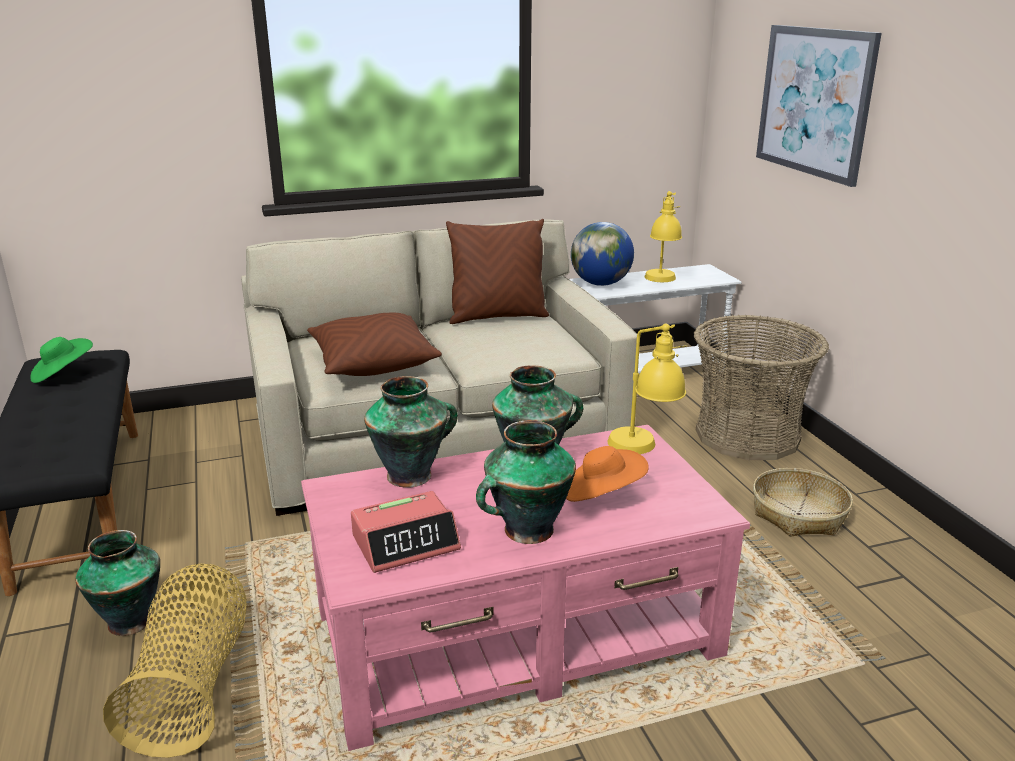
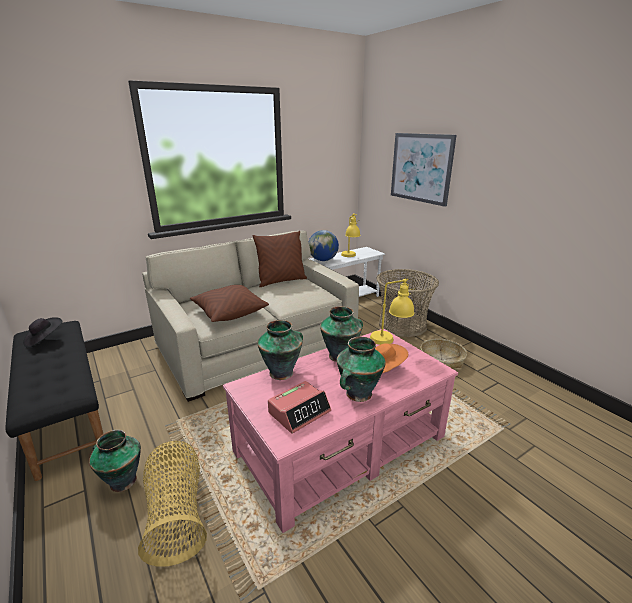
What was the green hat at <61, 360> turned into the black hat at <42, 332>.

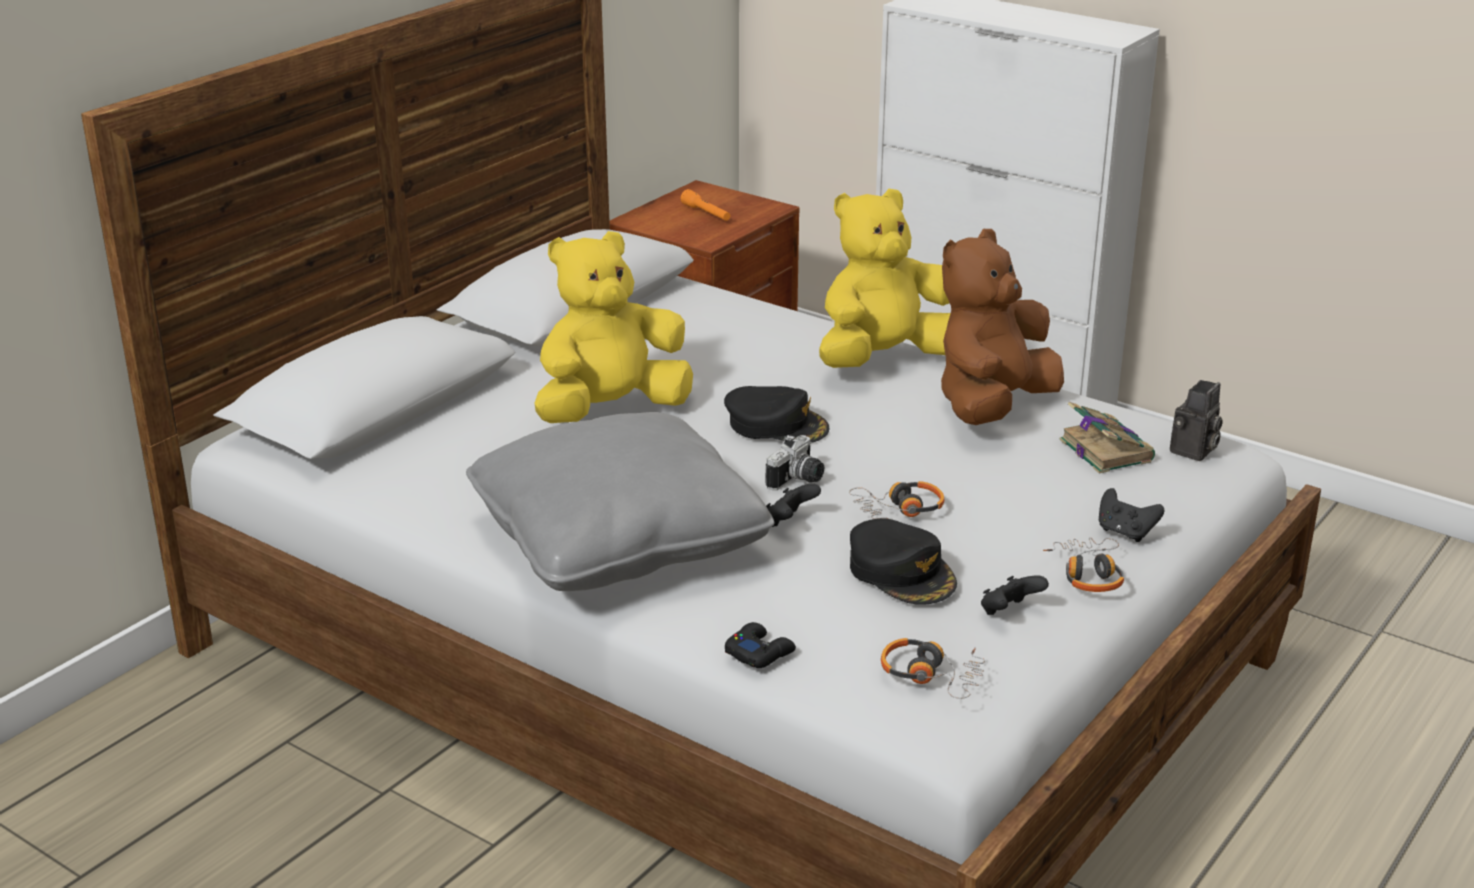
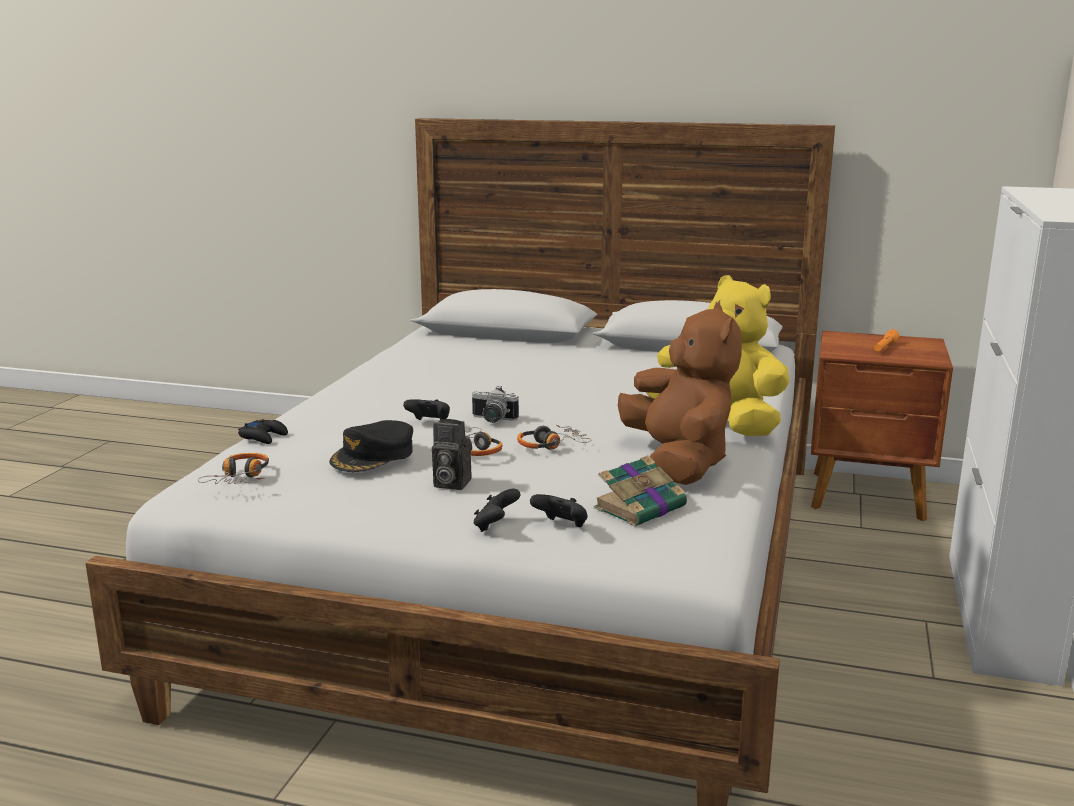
The second view lost the grey pillow at <620, 501>.
The second view lost the yellow plush toy at <614, 327>.
The second view lost the black cap at <776, 414>.
The brown plush toy at <1002, 327> ended up facing another way, 60 degrees clockwise from before.
The black game controller ended up elsewhere, having gone from <1015, 595> to <558, 510>.
The headphones ended up elsewhere, having gone from <1083, 564> to <554, 437>.
The photo camera ended up elsewhere, having gone from <1196, 420> to <452, 454>.

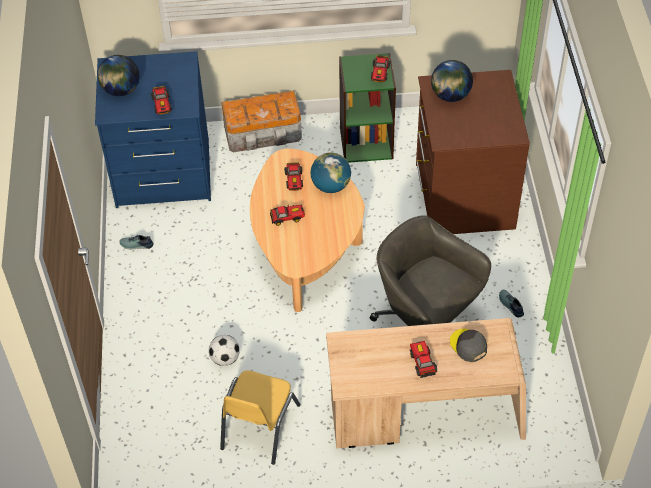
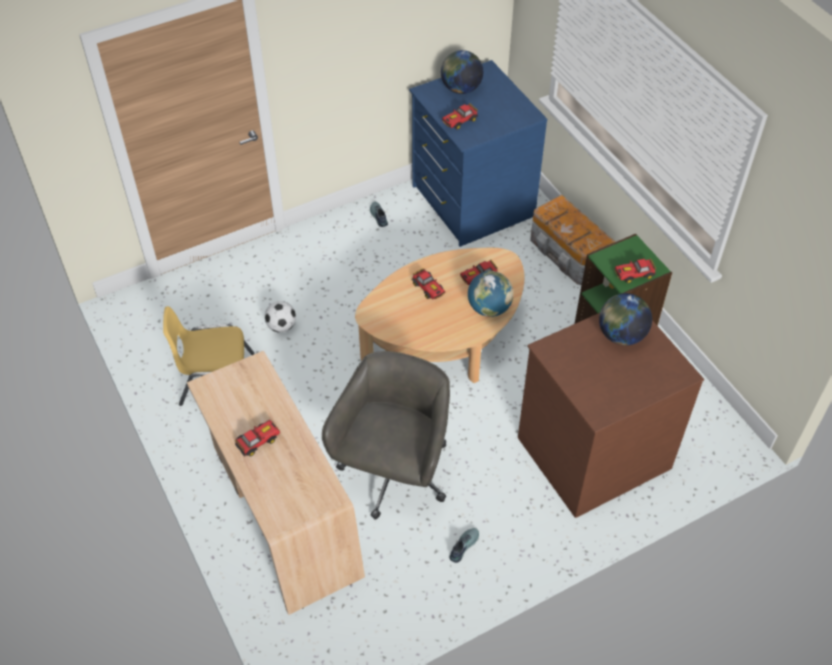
The second view lost the grey cap at <468, 345>.

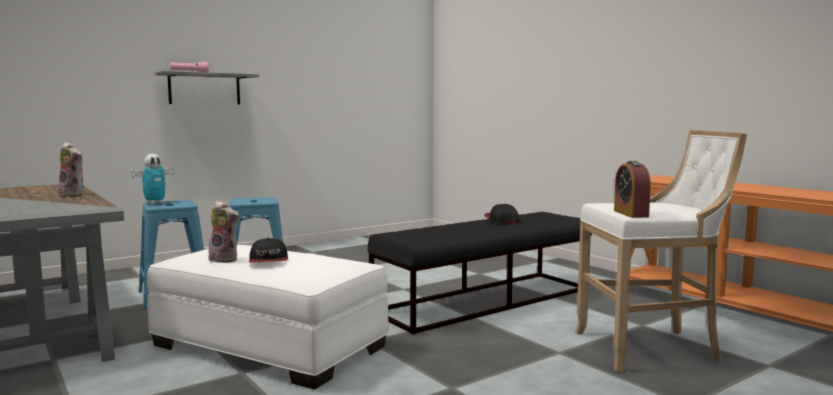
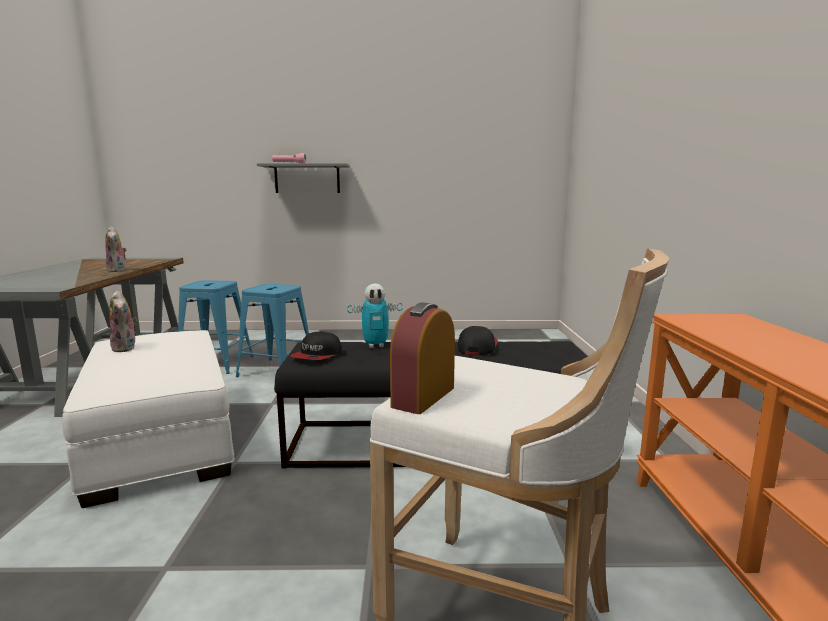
The toy robot ended up elsewhere, having gone from <153, 179> to <375, 315>.
The cap ended up elsewhere, having gone from <268, 250> to <316, 345>.

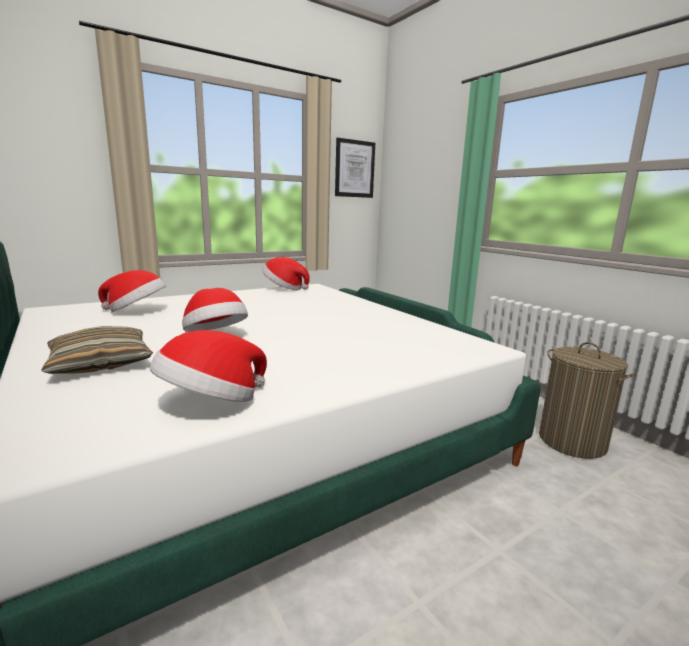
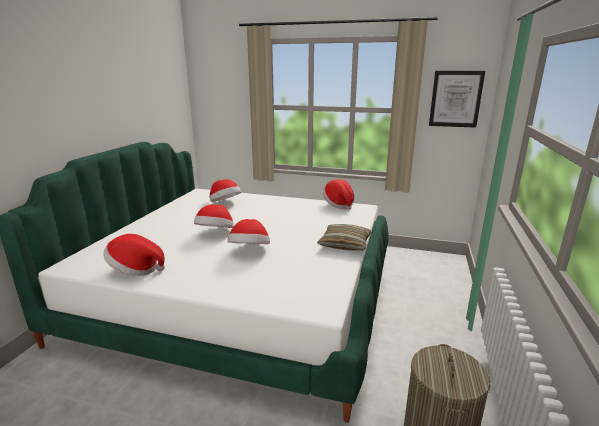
The pillow ended up elsewhere, having gone from <97, 350> to <344, 237>.
The second view gained the hat at <248, 231>.

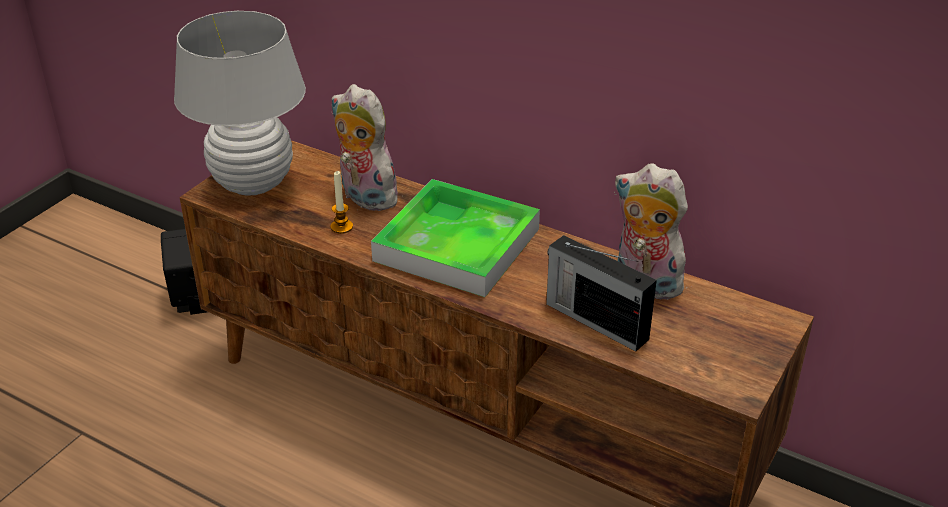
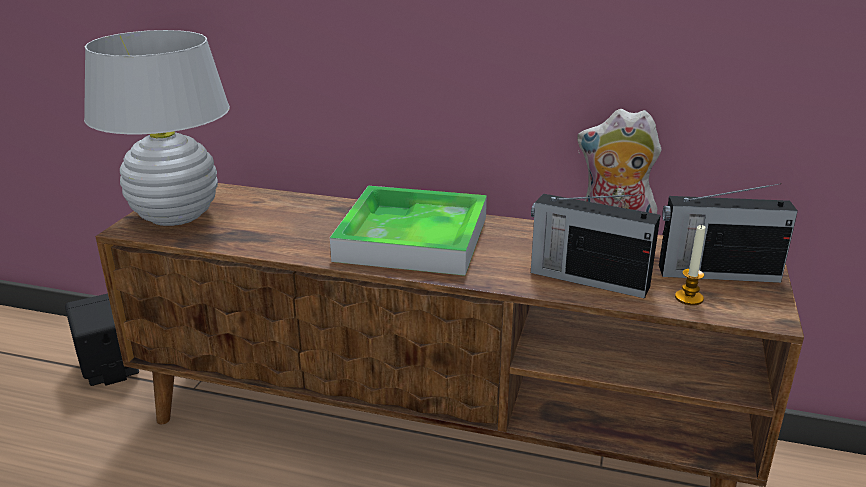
The candle ended up elsewhere, having gone from <341, 202> to <690, 265>.
The second view lost the plush toy at <366, 147>.
The second view gained the radio at <728, 233>.

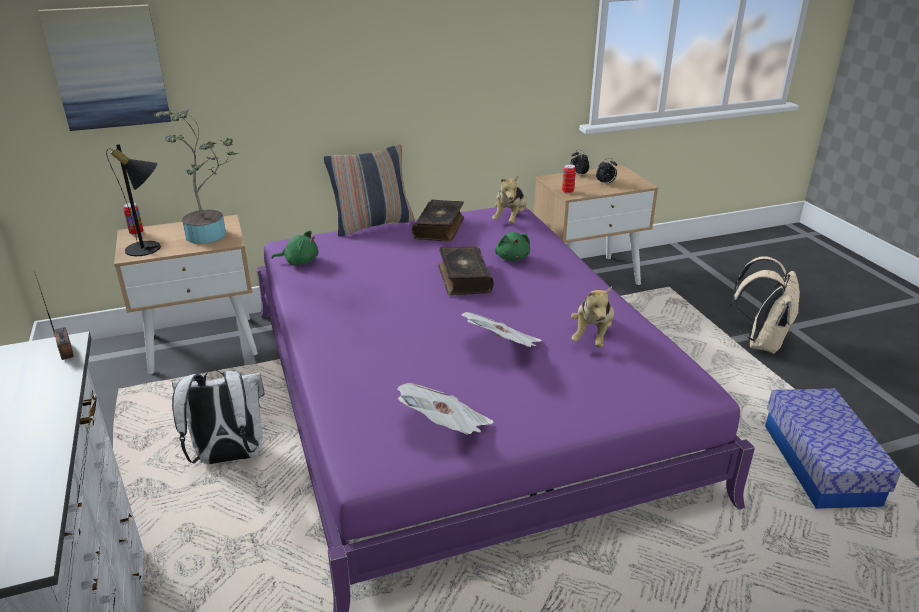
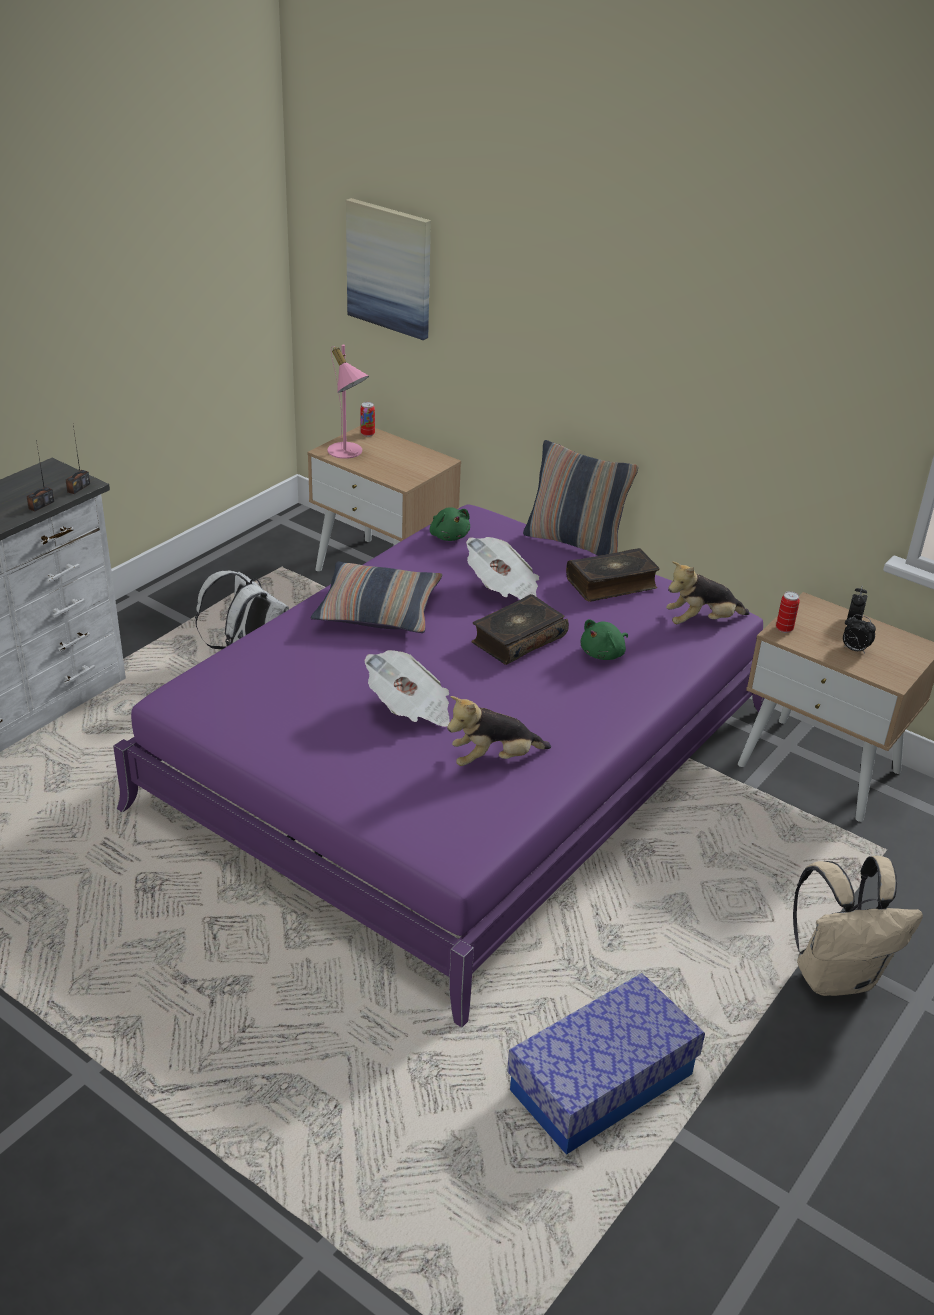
What was the black table lamp at <133, 200> turned into the pink table lamp at <348, 402>.
The second view lost the potted plant at <196, 176>.
The newspaper ended up elsewhere, having gone from <445, 409> to <502, 568>.
The second view gained the radio at <40, 476>.
The second view gained the pillow at <376, 597>.

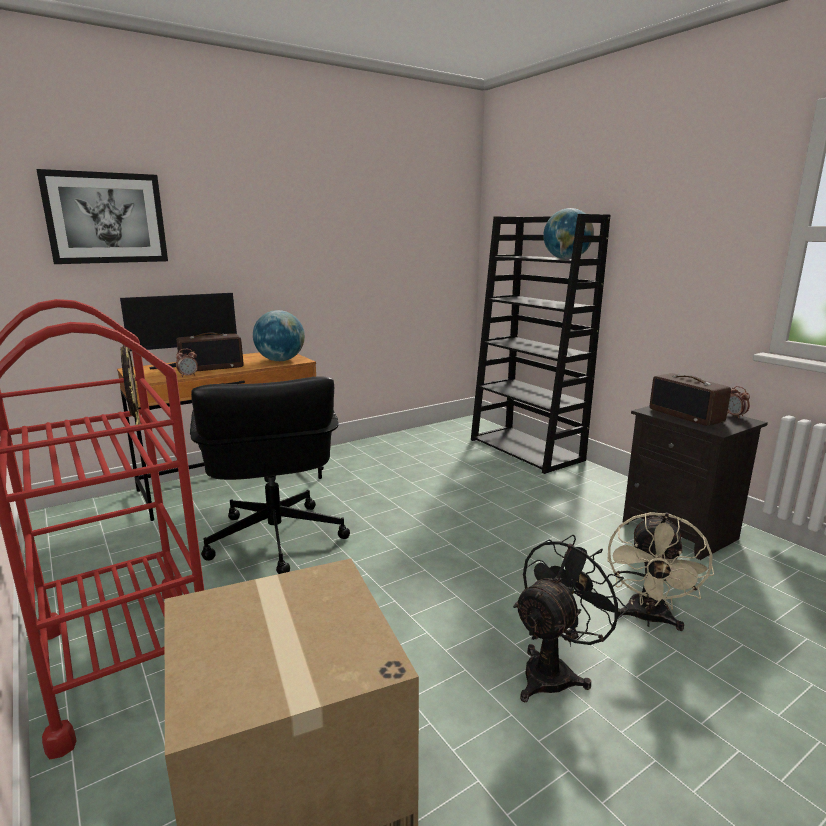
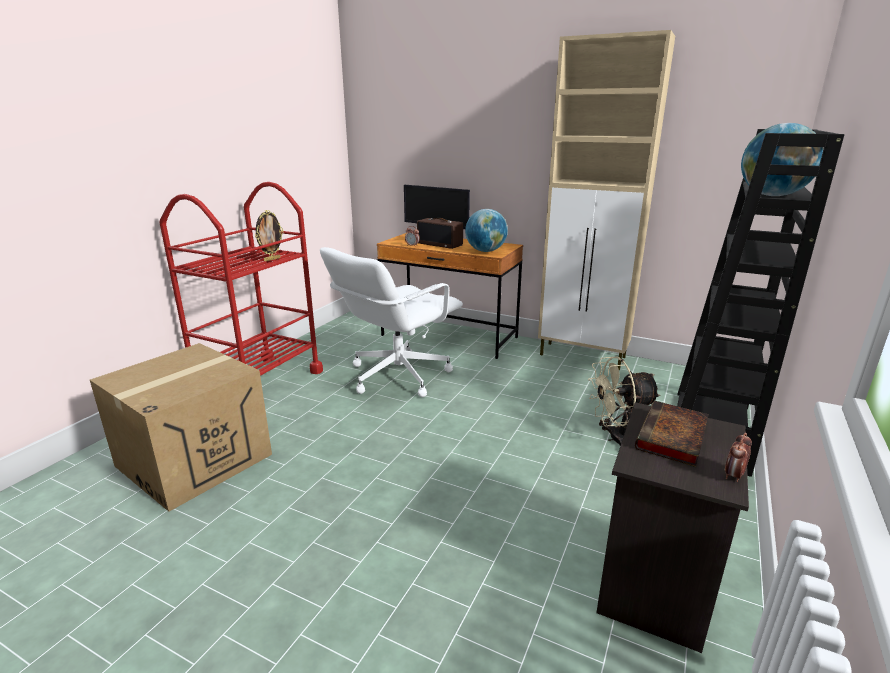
The second view lost the picture at <102, 216>.
What was the black office chair at <270, 475> turned into the white office chair at <391, 322>.
The second view lost the black fan at <570, 618>.
The beige fan ended up elsewhere, having gone from <660, 571> to <624, 401>.
Where the radio stood at <690, 399>, the book came to stand at <672, 434>.
The second view gained the beige cabinet at <606, 200>.

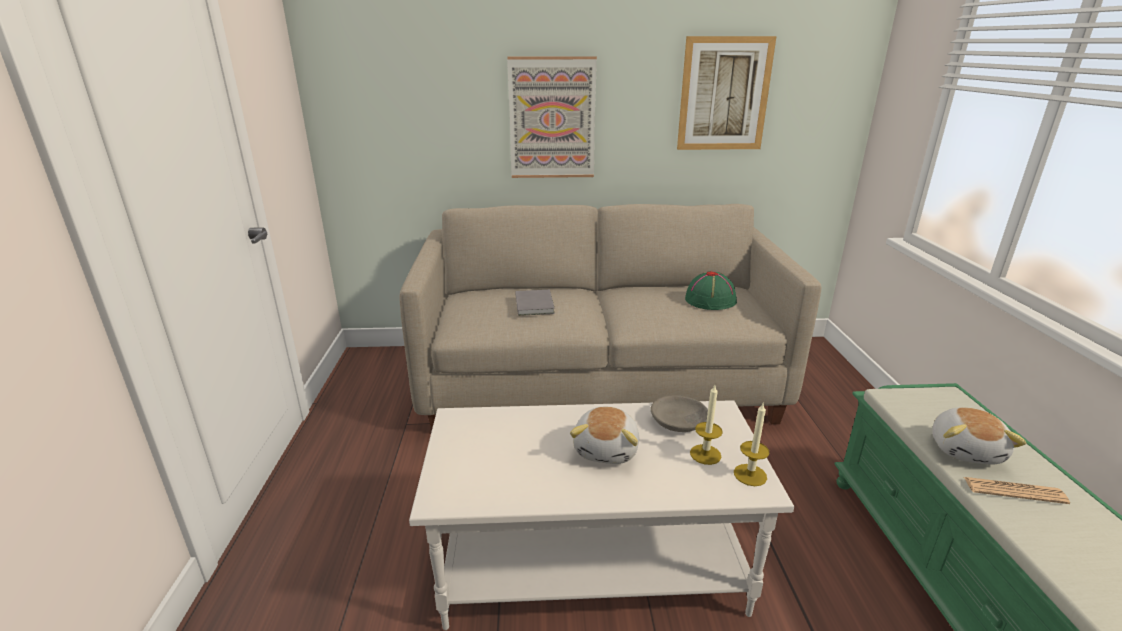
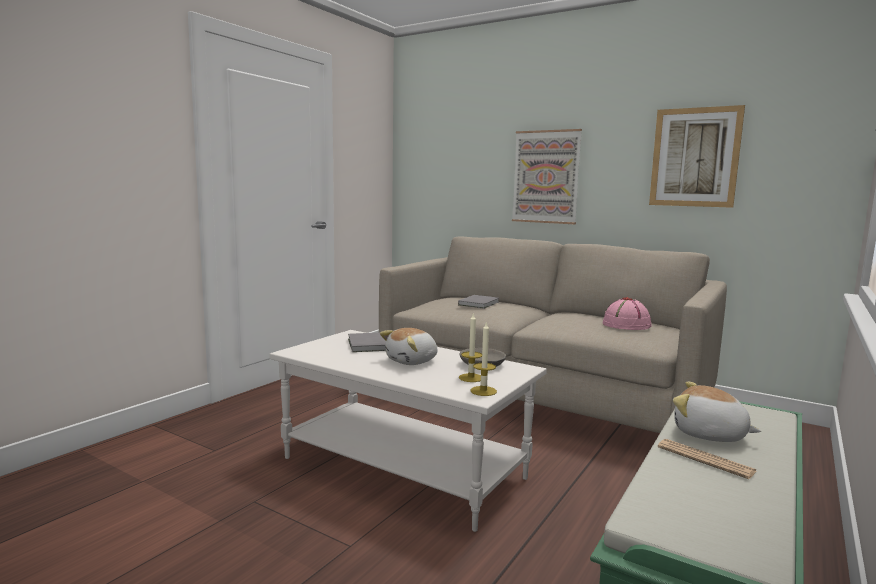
What was the green hat at <711, 290> turned into the pink hat at <627, 313>.
The plush toy at <979, 436> ended up facing another way, 75 degrees clockwise from before.
The second view gained the grey book at <367, 342>.

